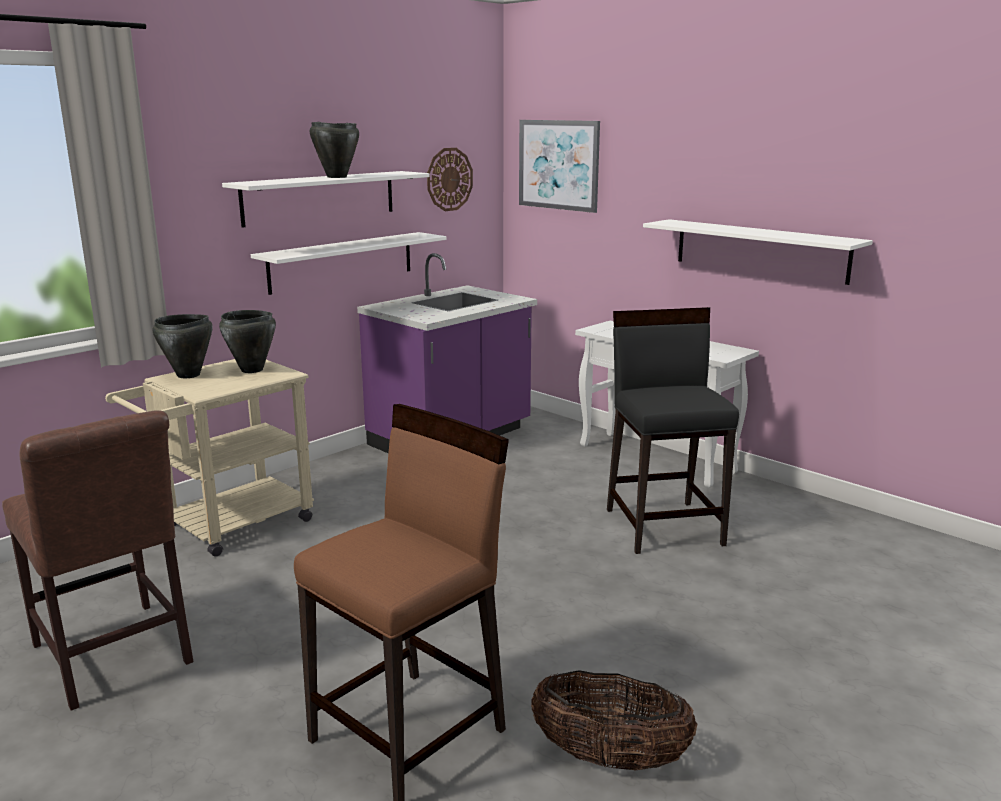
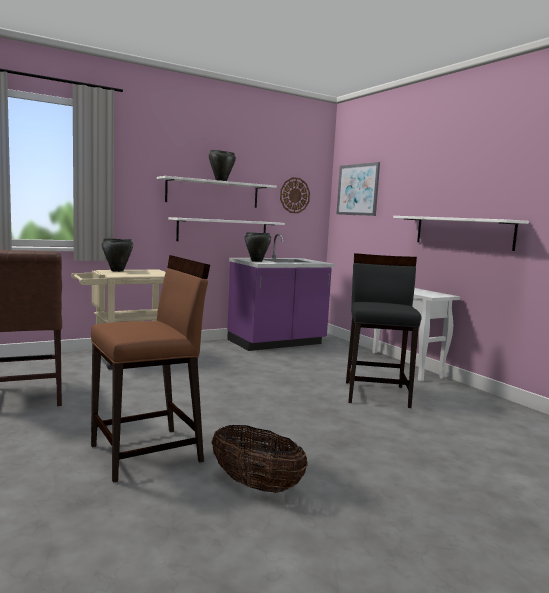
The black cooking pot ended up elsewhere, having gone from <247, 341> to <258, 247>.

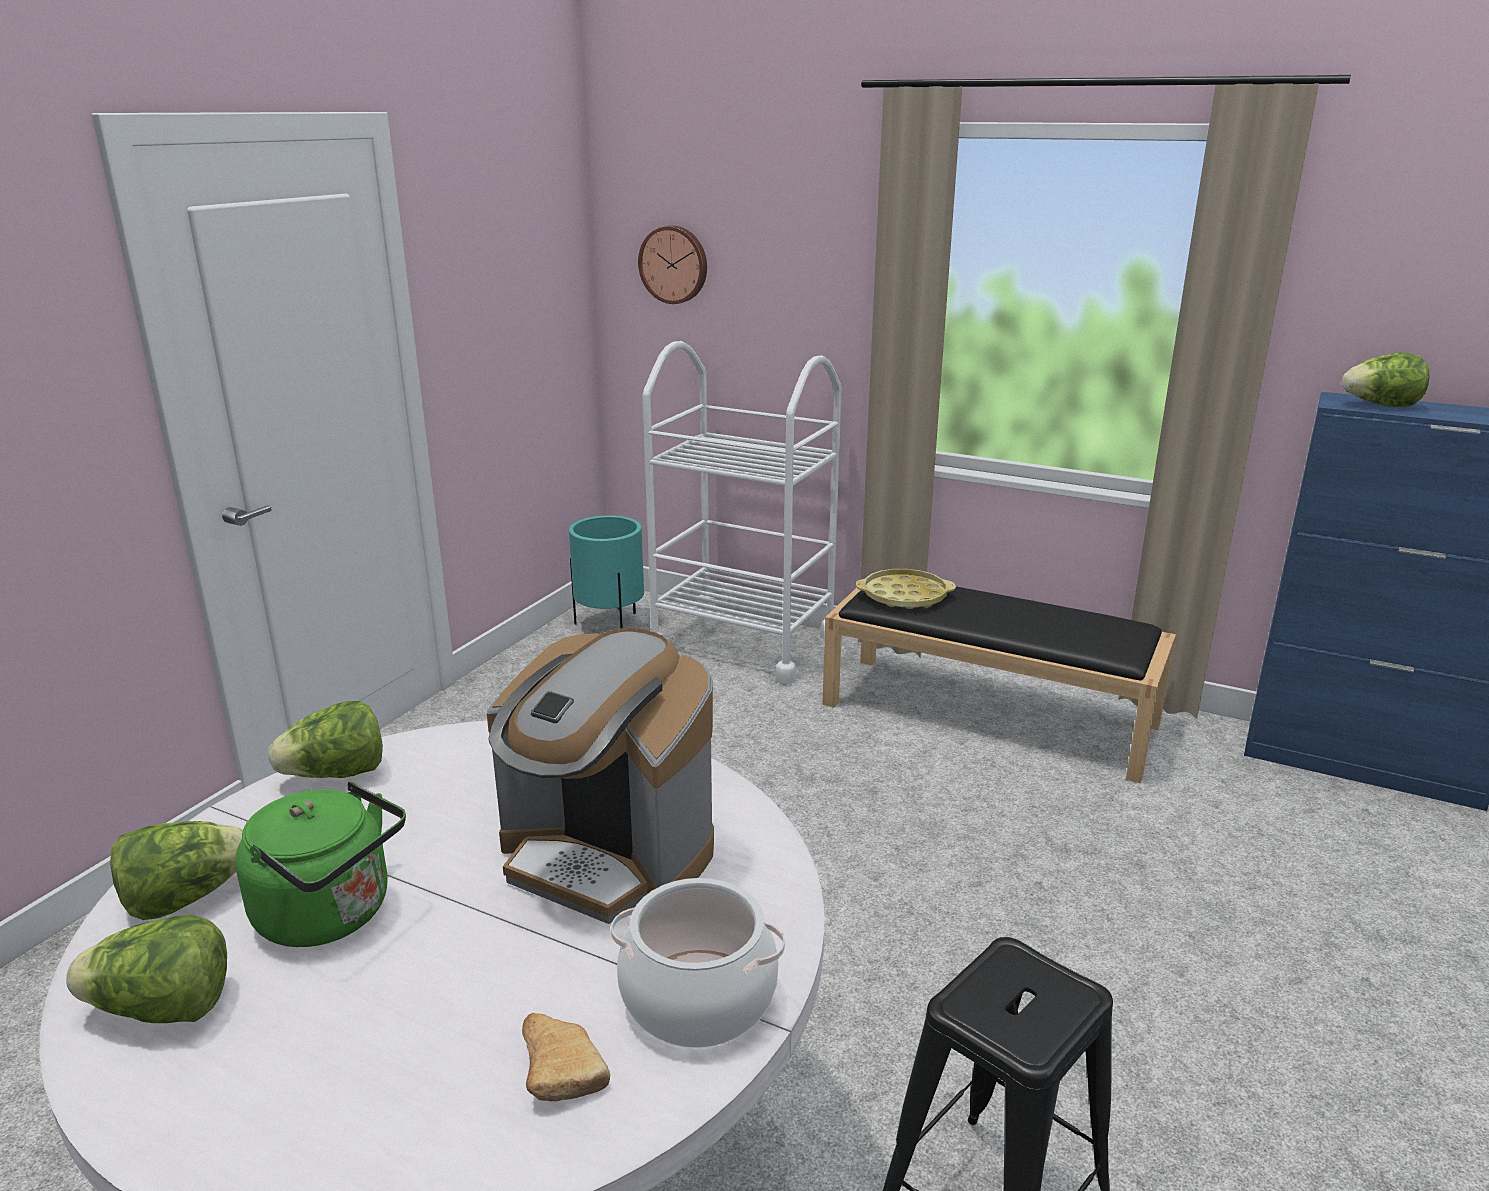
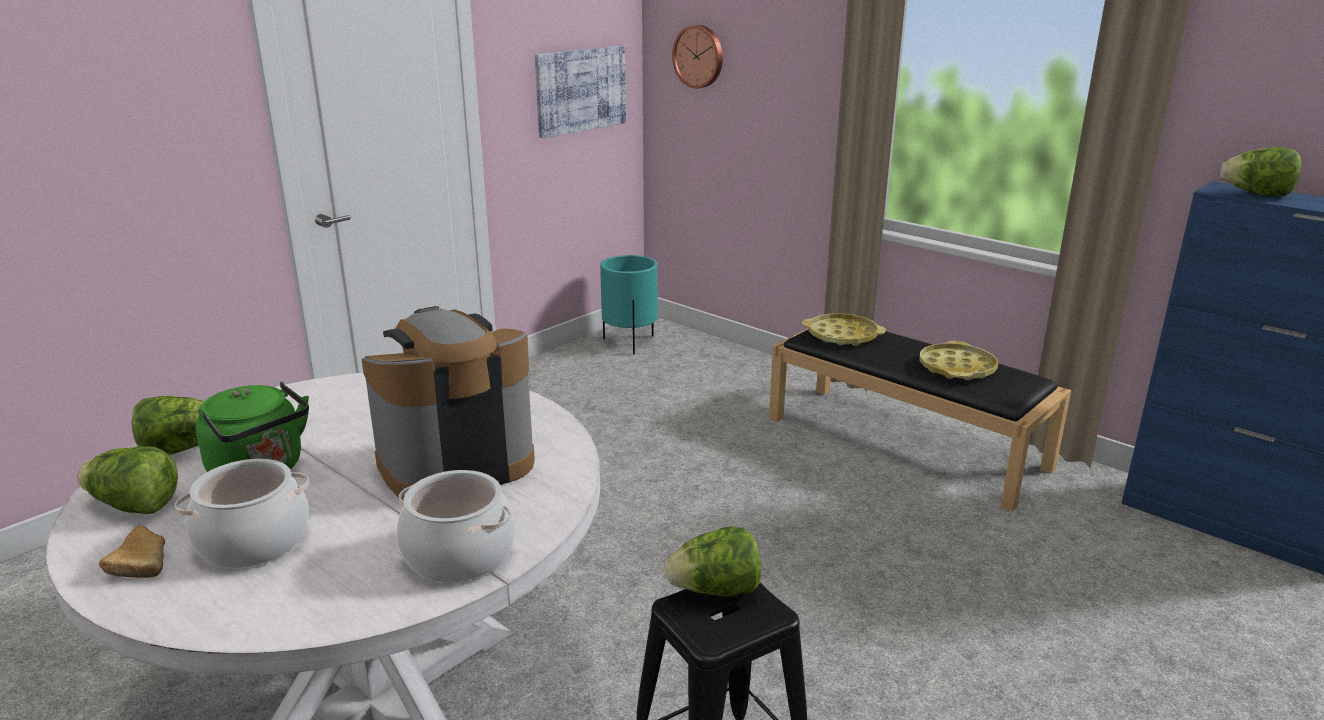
The lettuce ended up elsewhere, having gone from <326, 739> to <713, 561>.
The coffee machine at <600, 776> ended up facing another way, 105 degrees clockwise from before.
The bread ended up elsewhere, having gone from <566, 1057> to <132, 551>.
The second view lost the white cart at <742, 513>.
The second view gained the cooking pot at <242, 513>.
The second view gained the picture at <580, 92>.
The second view gained the yellow tray at <958, 360>.

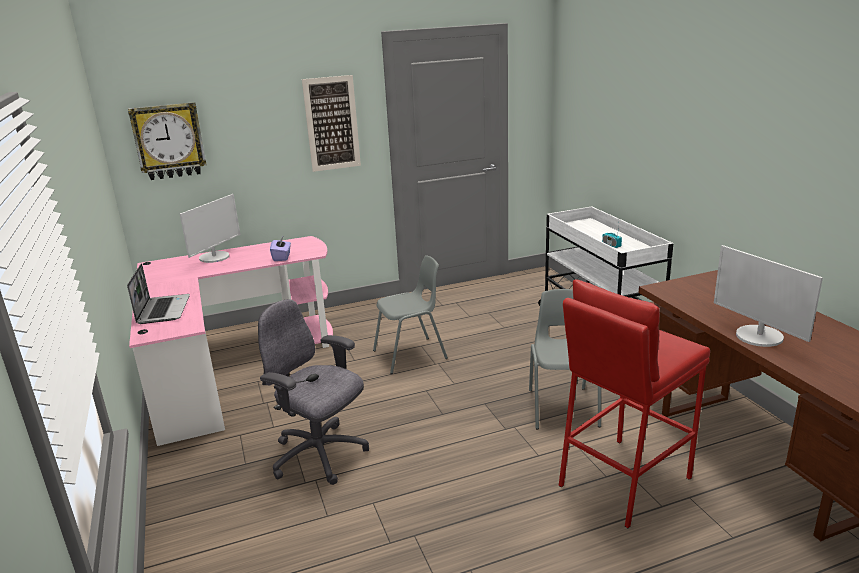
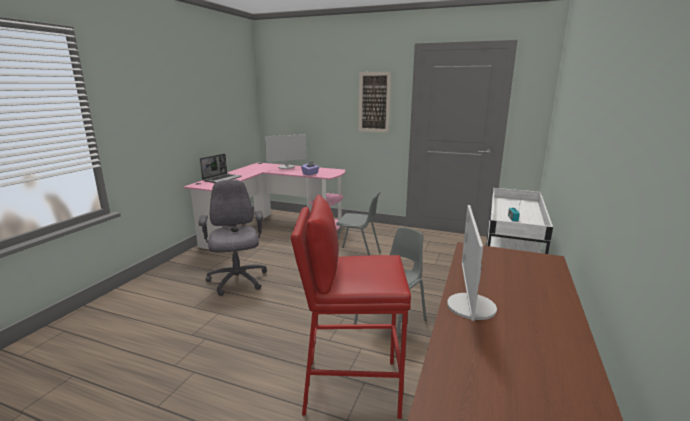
The second view lost the wall clock at <167, 141>.

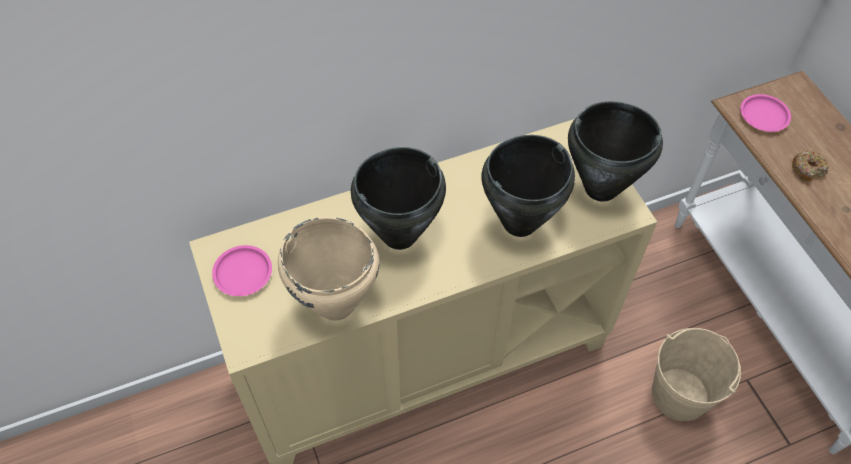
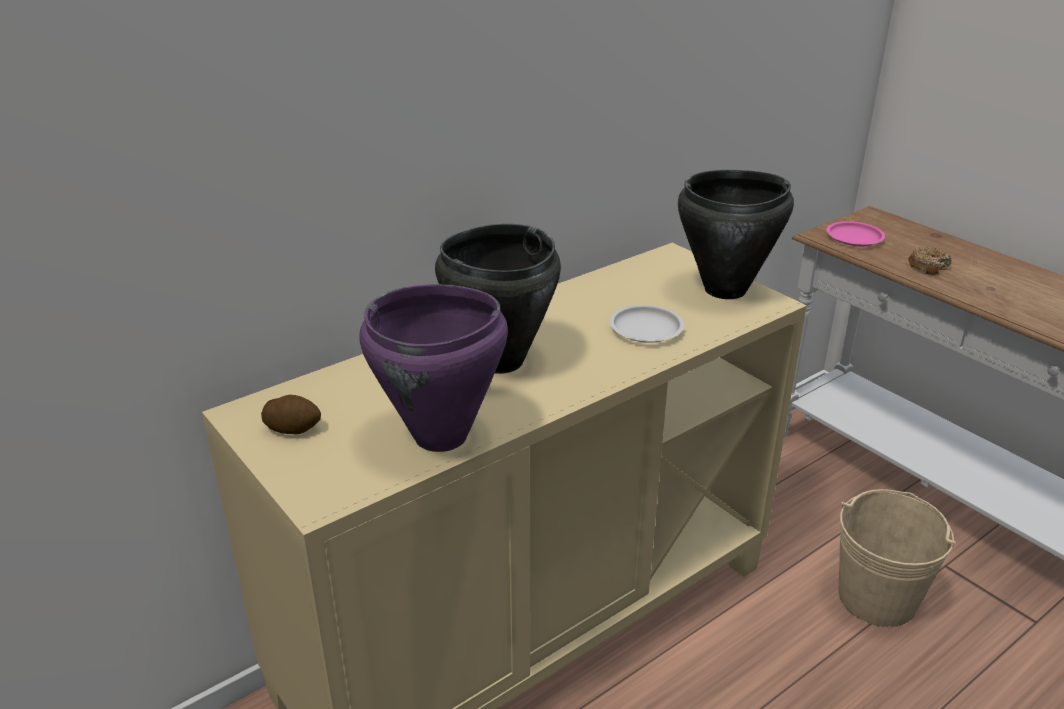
Where the pink plate stood at <242, 270>, the potato came to stand at <291, 414>.
What was the beige cooking pot at <329, 269> turned into the purple cooking pot at <434, 368>.
Where the black cooking pot stood at <528, 186>, the white plate came to stand at <646, 324>.

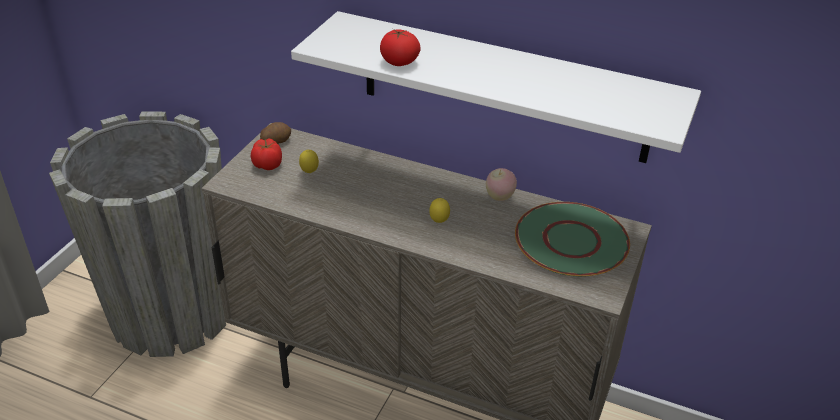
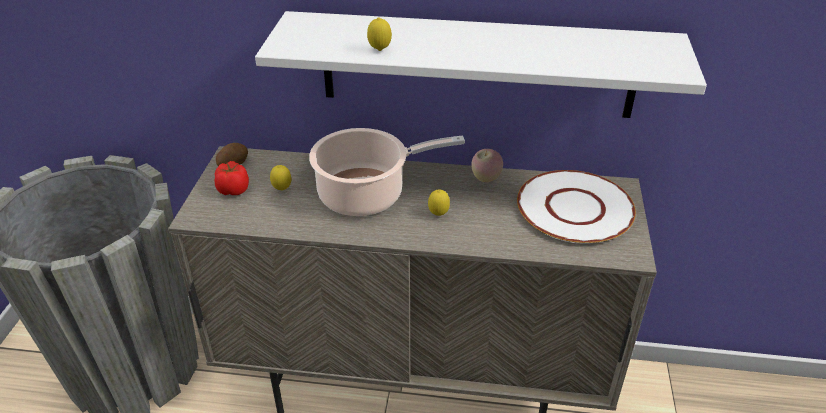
Where the tomato stood at <400, 47>, the lemon came to stand at <379, 34>.
What was the green plate at <572, 239> turned into the white plate at <576, 207>.
The second view gained the cooking pot at <387, 172>.

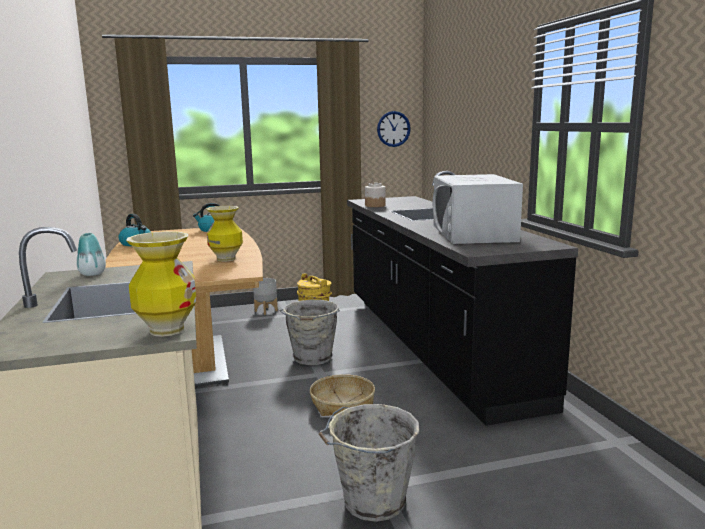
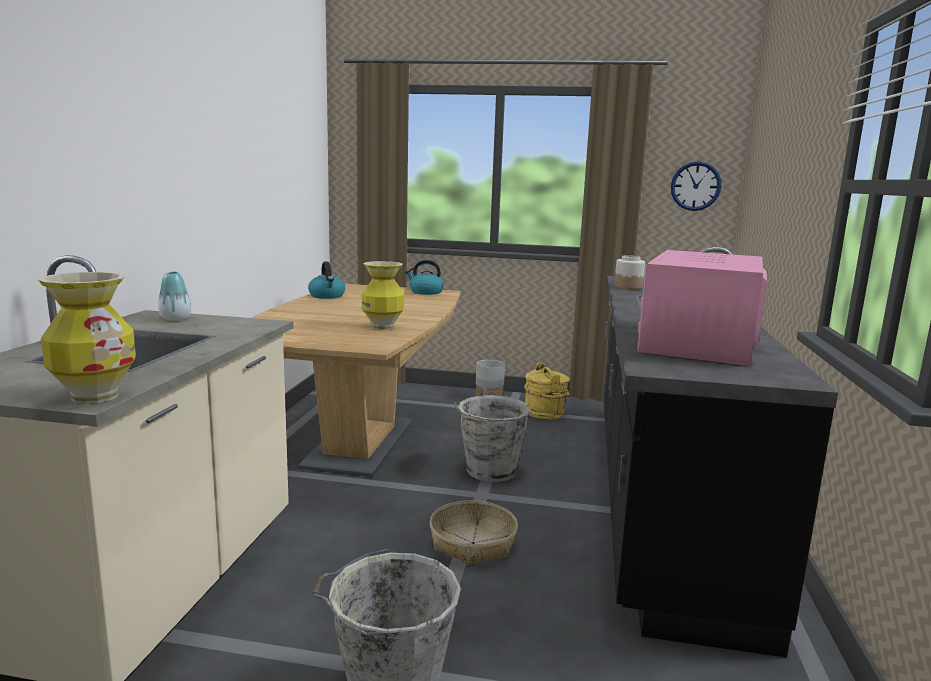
What was the white microwave at <478, 209> turned into the pink microwave at <702, 308>.

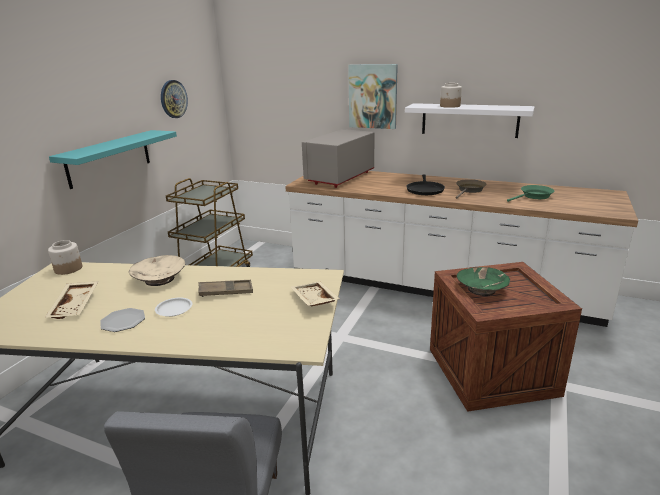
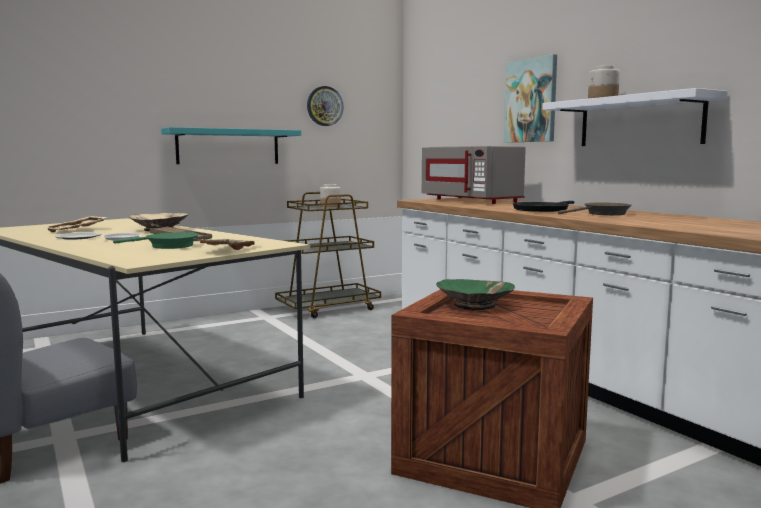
The jar ended up elsewhere, having gone from <65, 257> to <330, 195>.
The grey microwave at <338, 159> ended up facing another way, 105 degrees counterclockwise from before.
The green frying pan ended up elsewhere, having gone from <530, 193> to <156, 240>.

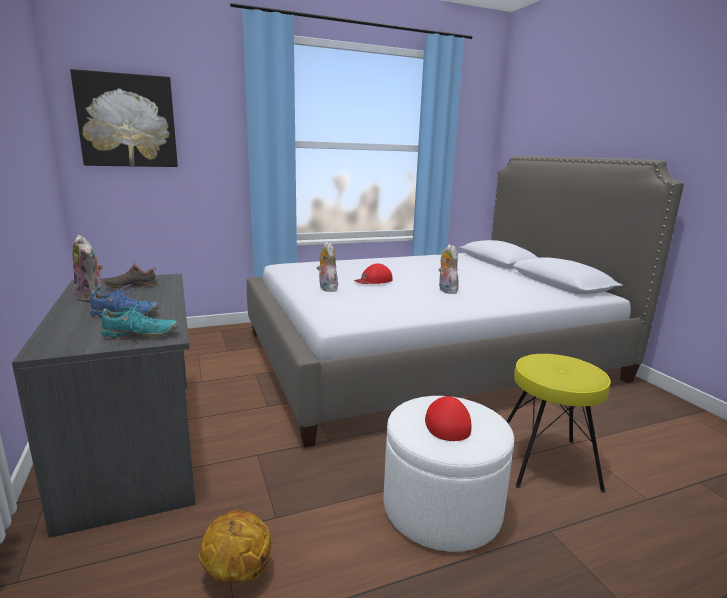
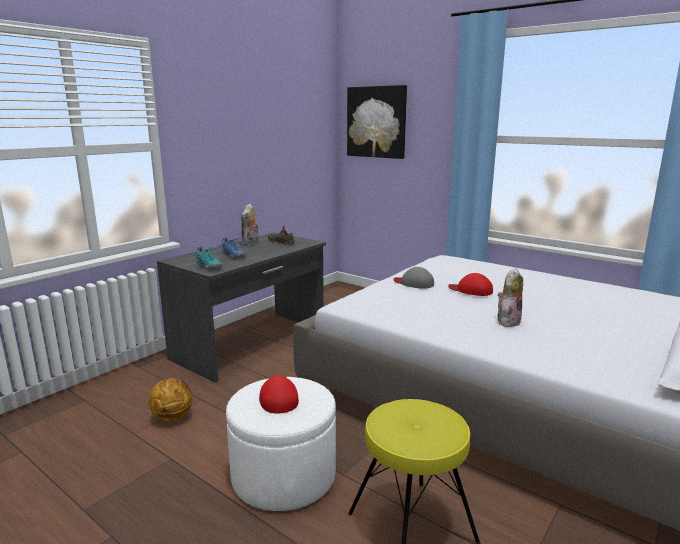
Where the plush toy stood at <327, 267>, the grey cap came to stand at <413, 278>.
The red cap at <448, 418> ended up facing another way, 75 degrees counterclockwise from before.

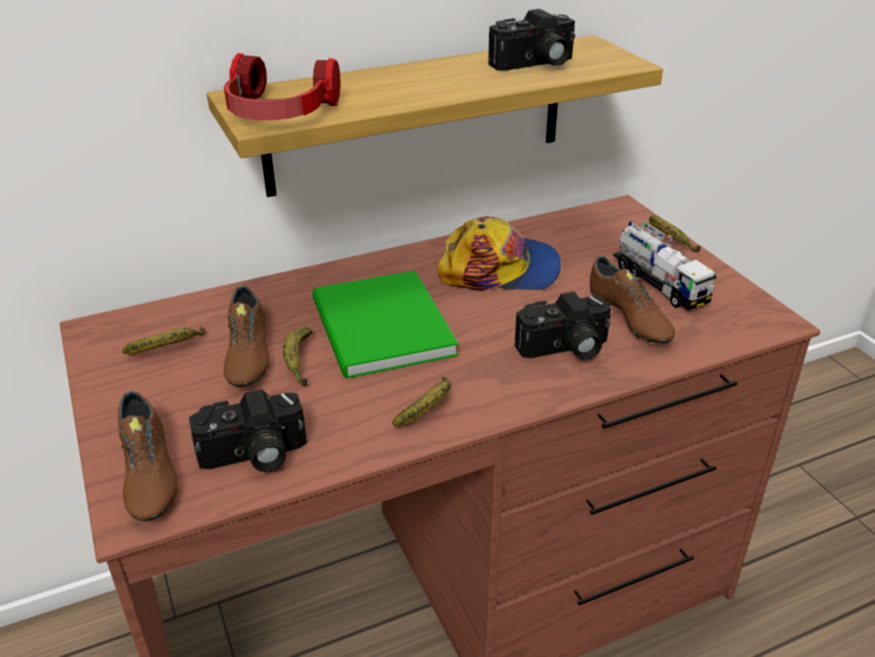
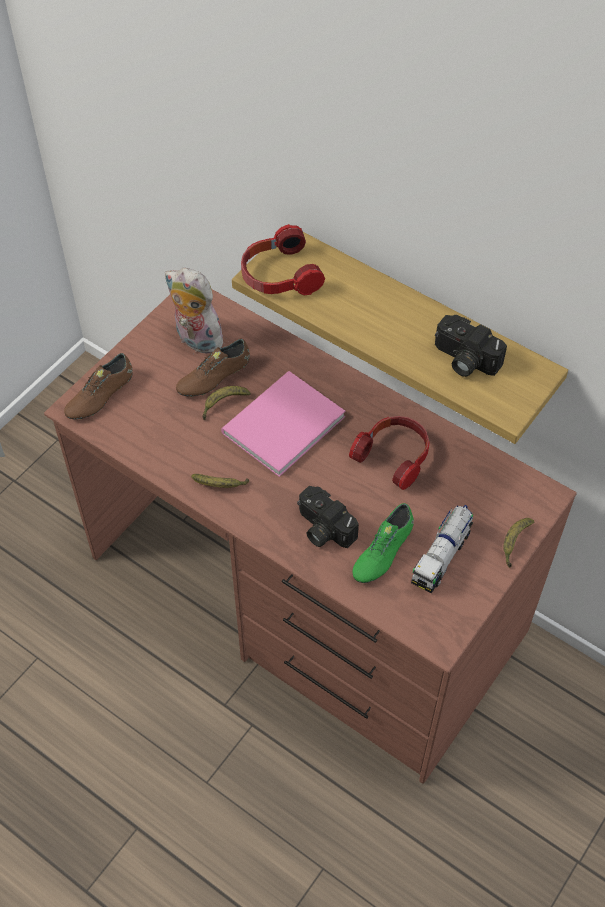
Where the banana stood at <163, 340>, the plush toy came to stand at <194, 310>.
The second view lost the photo camera at <248, 430>.
What was the green book at <385, 324> turned into the pink book at <283, 424>.
Where the cap stood at <499, 253>, the headphones came to stand at <389, 453>.
What was the brown shoe at <632, 300> turned into the green shoe at <383, 543>.

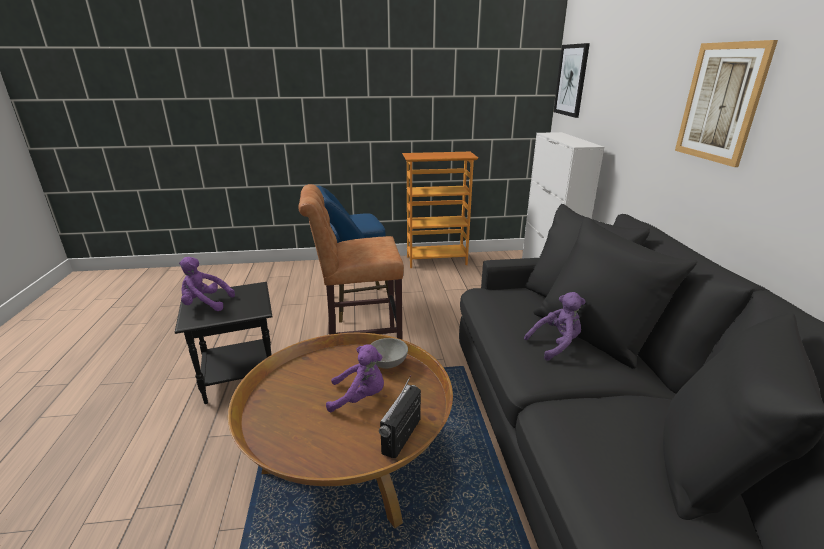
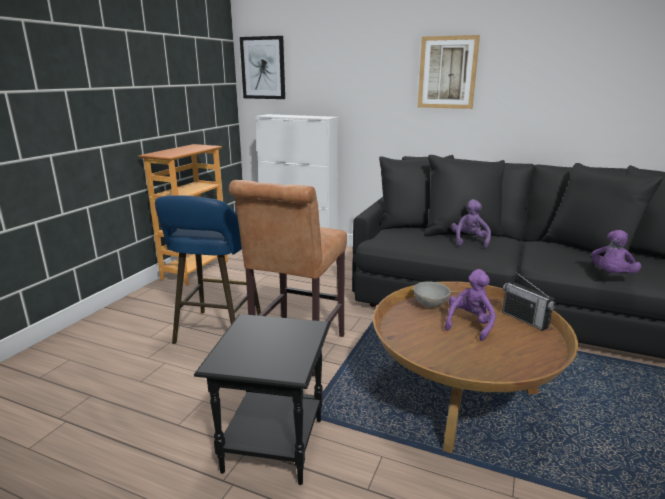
The purple plush toy ended up elsewhere, having gone from <207, 284> to <616, 252>.

